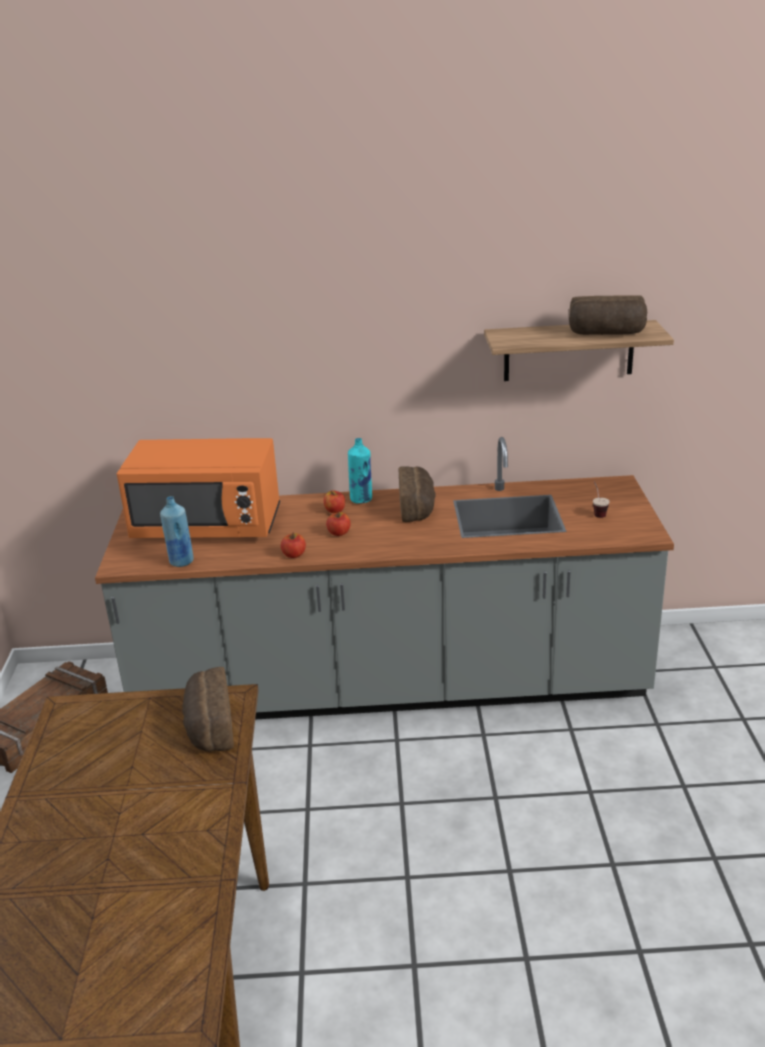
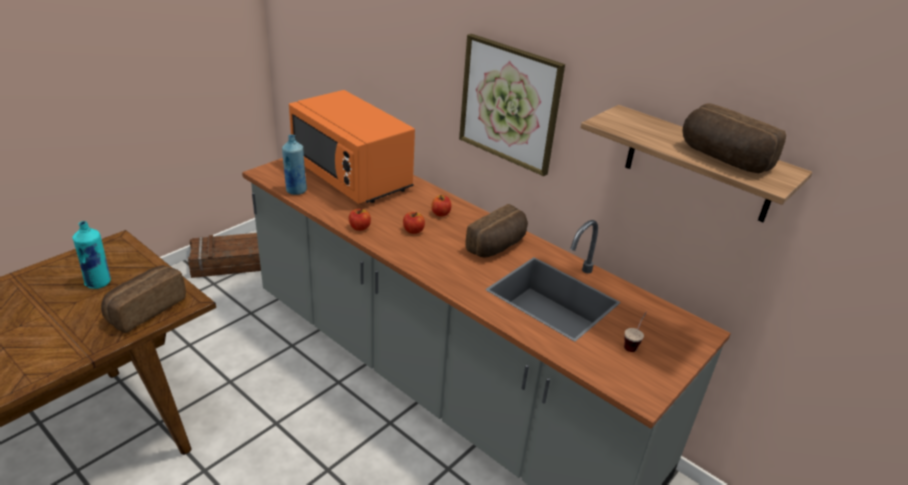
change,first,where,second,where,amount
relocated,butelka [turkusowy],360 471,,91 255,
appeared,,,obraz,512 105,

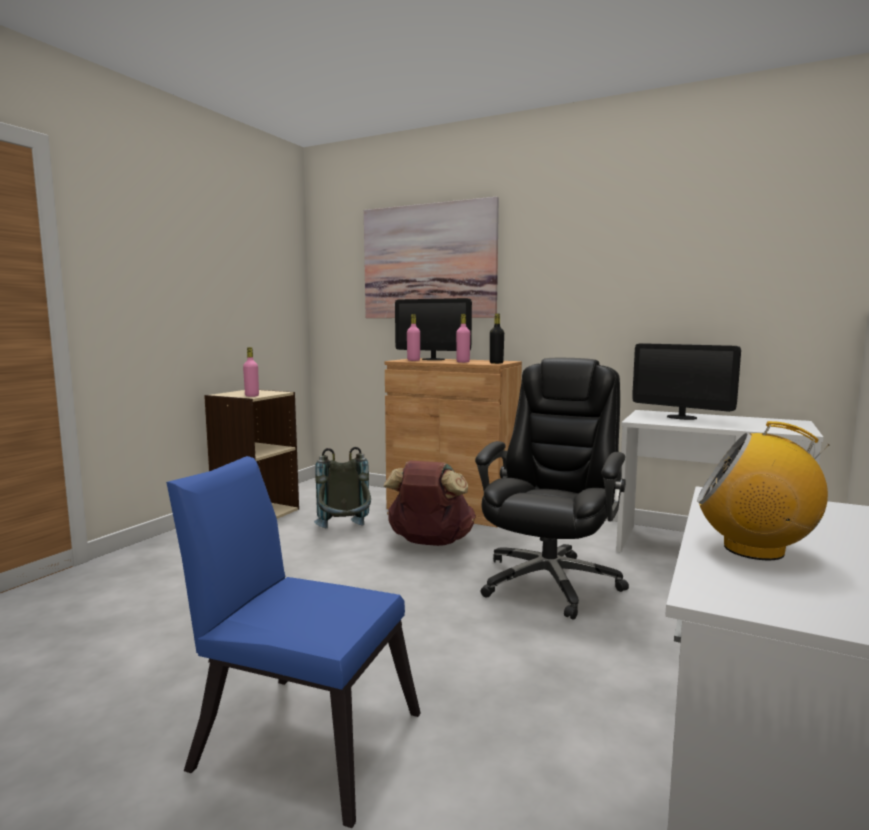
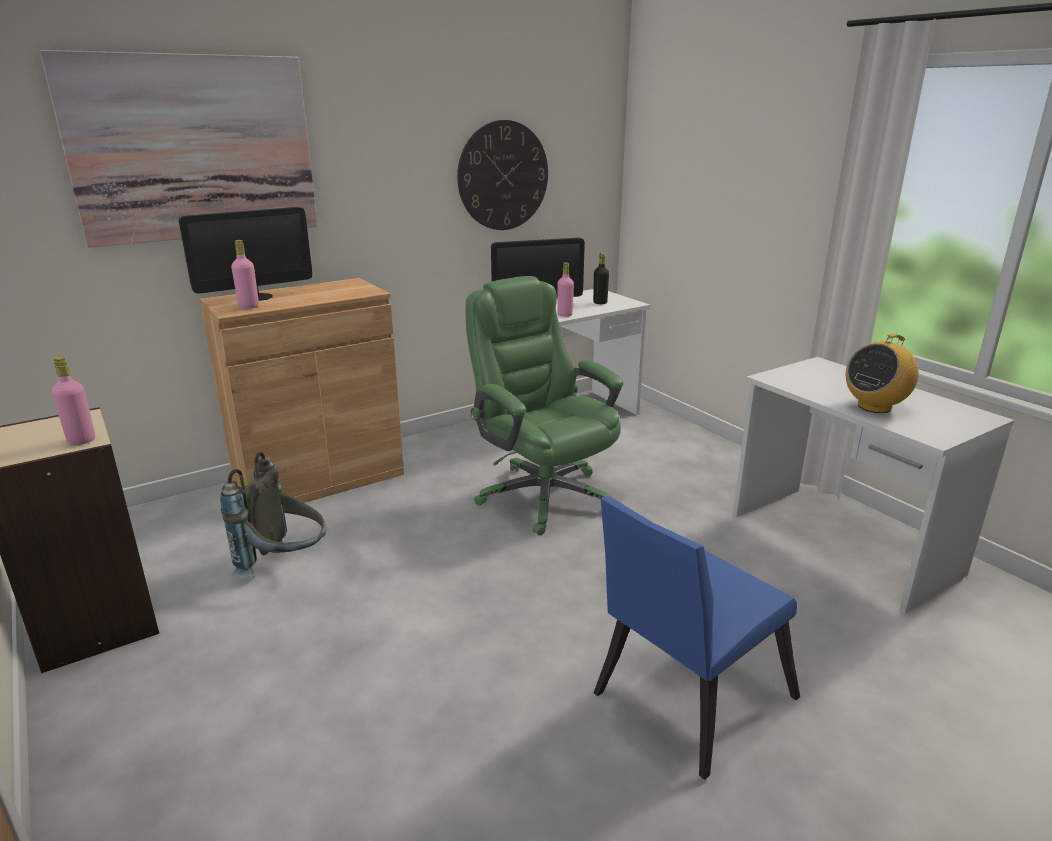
change,first,where,second,where,amount
appeared,,,zegar ścienny,502 175,
colour,krzesło biurowe [czarny],552 489,krzesło biurowe [zielony],544 406,
relocated,butelka [różowy],463 338,,565 289,
relocated,butelka [czarny],497 339,,601 278,
missing,plecak [brązowy],430 503,,,

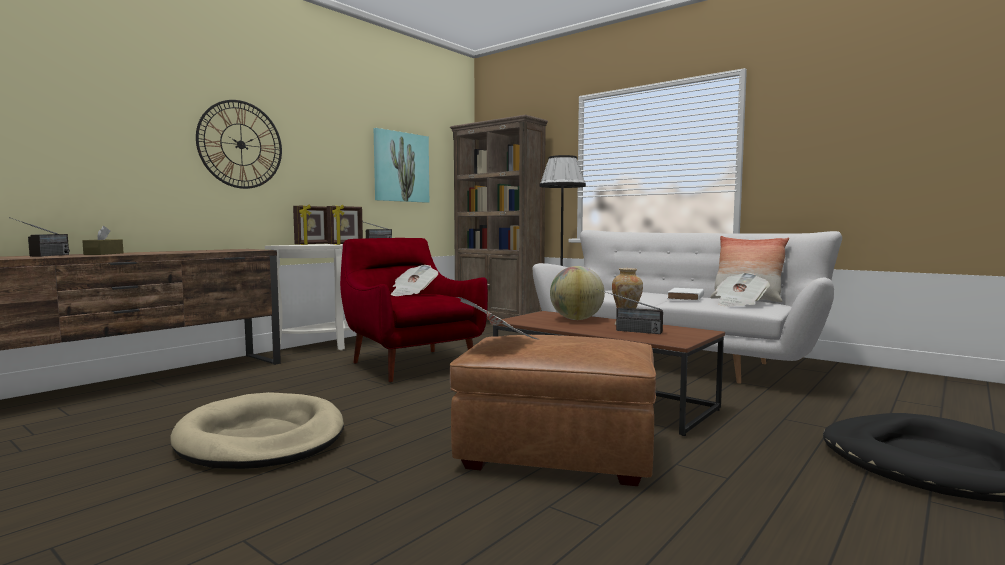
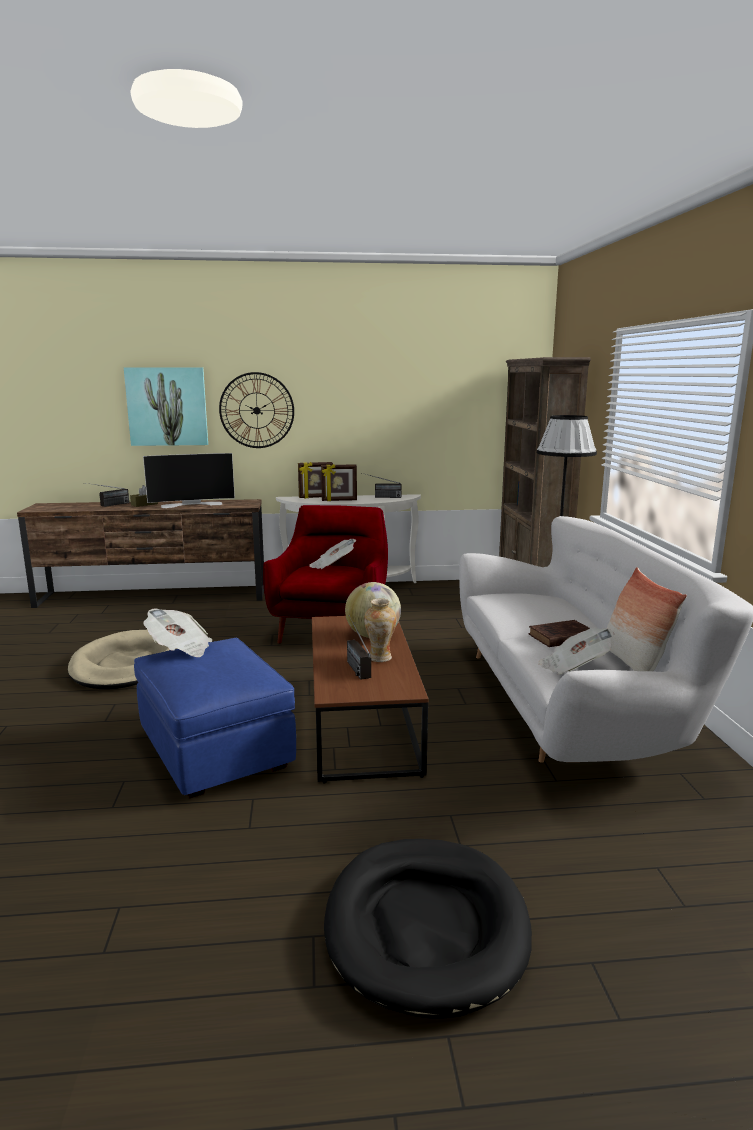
change,first,where,second,where,amount
relocated,obraz,401 165,,166 406,
colour,pufa [brązowy],553 410,pufa [niebieski],215 718,
appeared,,,telewizor,189 480,
colour,książka [biały],685 294,książka [brązowy],559 633,

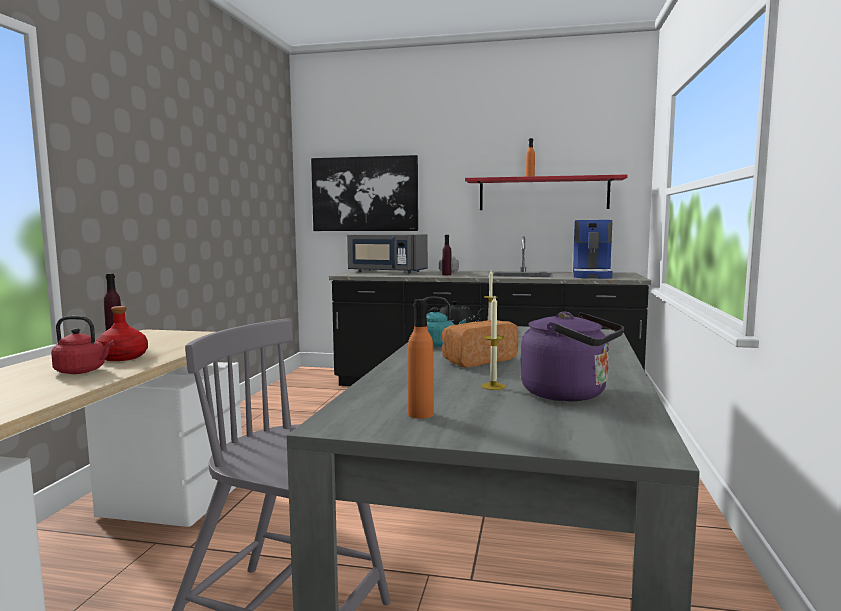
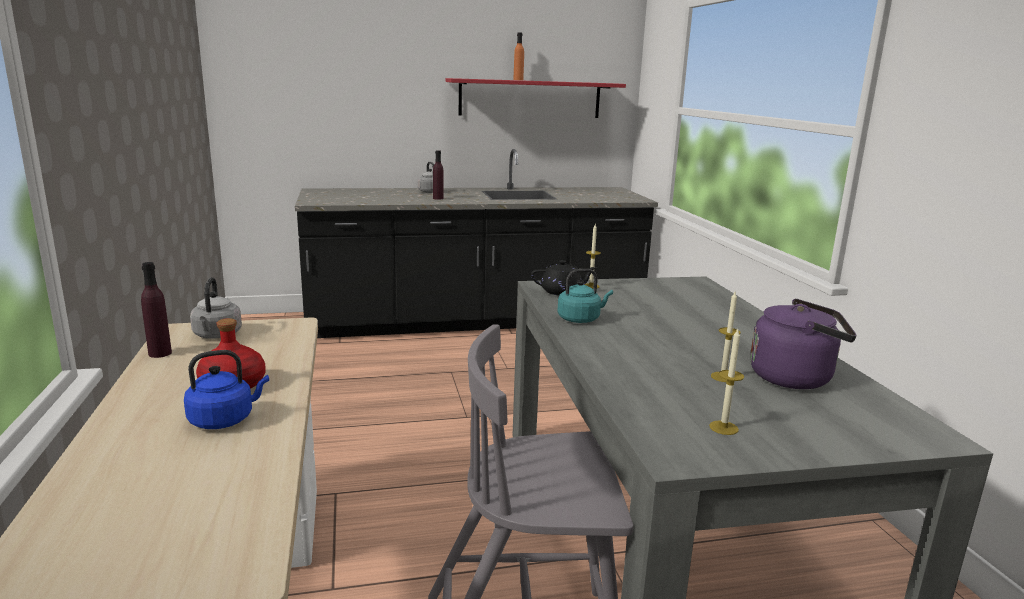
change,first,where,second,where,amount
colour,czajnik [czerwony],82 345,czajnik [niebieski],226 389,
appeared,,,czajnik [szary],216 308,
exchanged,butelka [pomarańczowy],421 359,świeca,726 382,
missing,obraz,364 193,,,
missing,mikrofalówka [szary],387 254,,,
missing,chleb,480 343,,,
missing,ekspres do kawy,592 249,,,

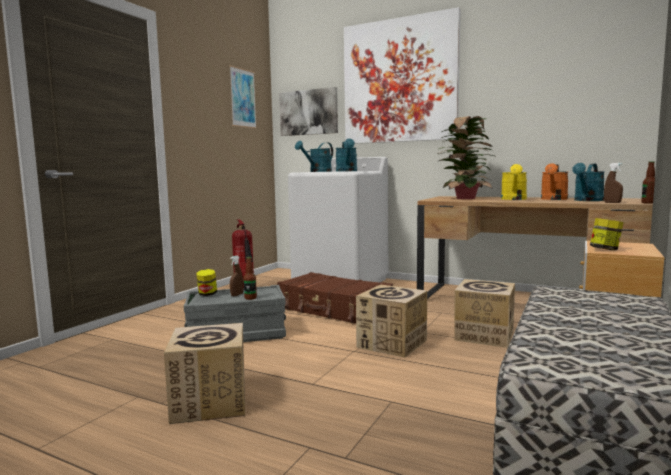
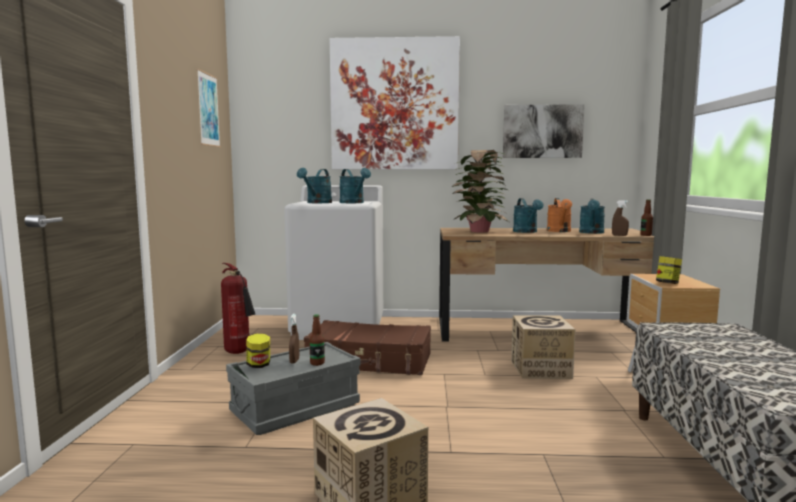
change,first,where,second,where,amount
relocated,obraz,308 111,,544 131,
colour,konewka [żółty],514 182,konewka [turkusowy],528 215,
missing,karton,391 321,,,

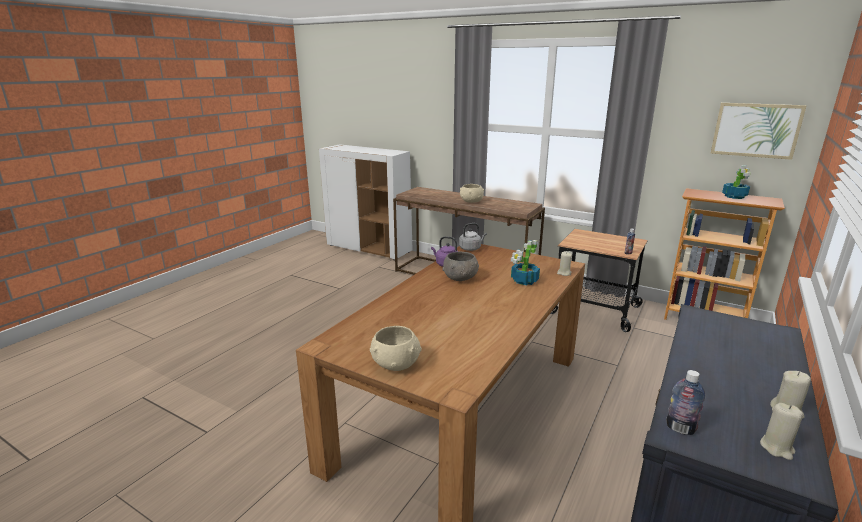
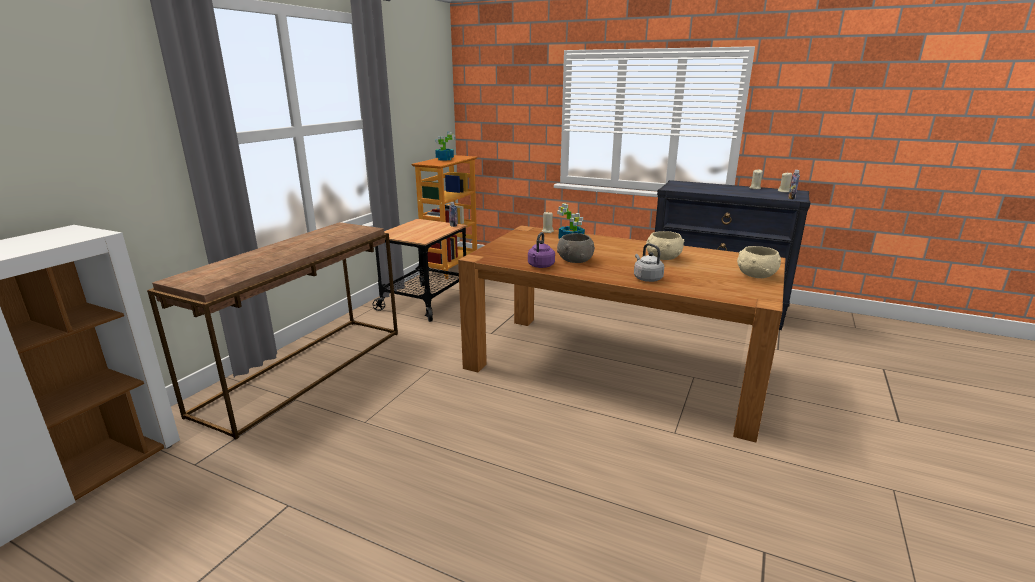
change,first,where,second,where,amount
relocated,czajnik [szary],473 237,,649 262,
relocated,miska [beżowy],472 193,,665 245,
missing,obraz,758 131,,,

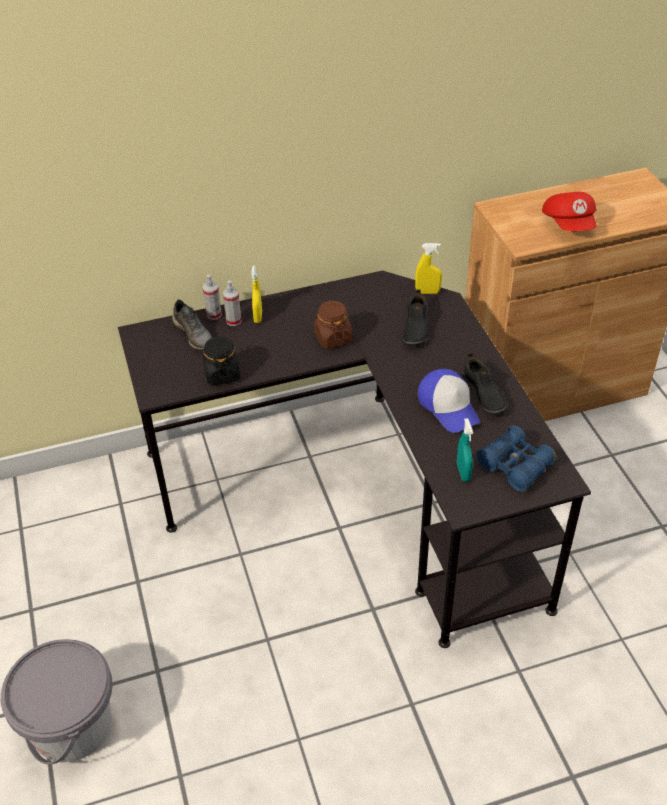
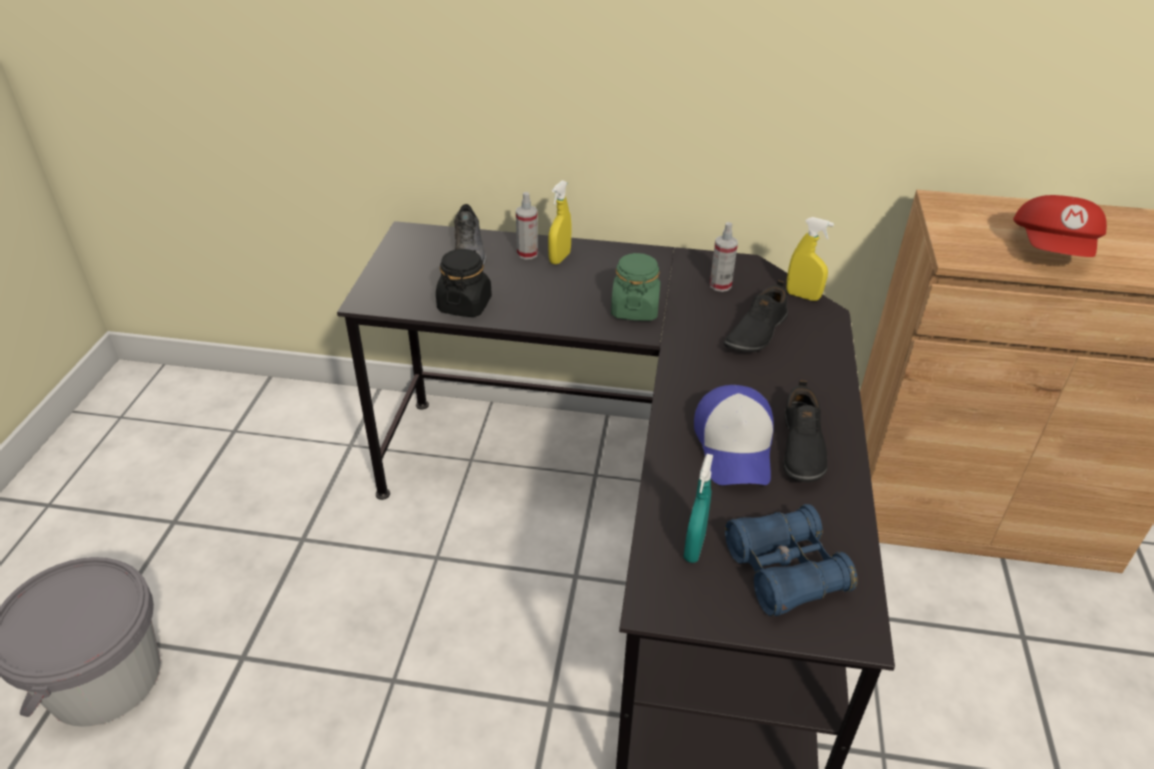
change,first,where,second,where,amount
colour,słoik [brązowy],333 324,słoik [zielony],636 287,
relocated,spryskiwacz,212 297,,724 257,

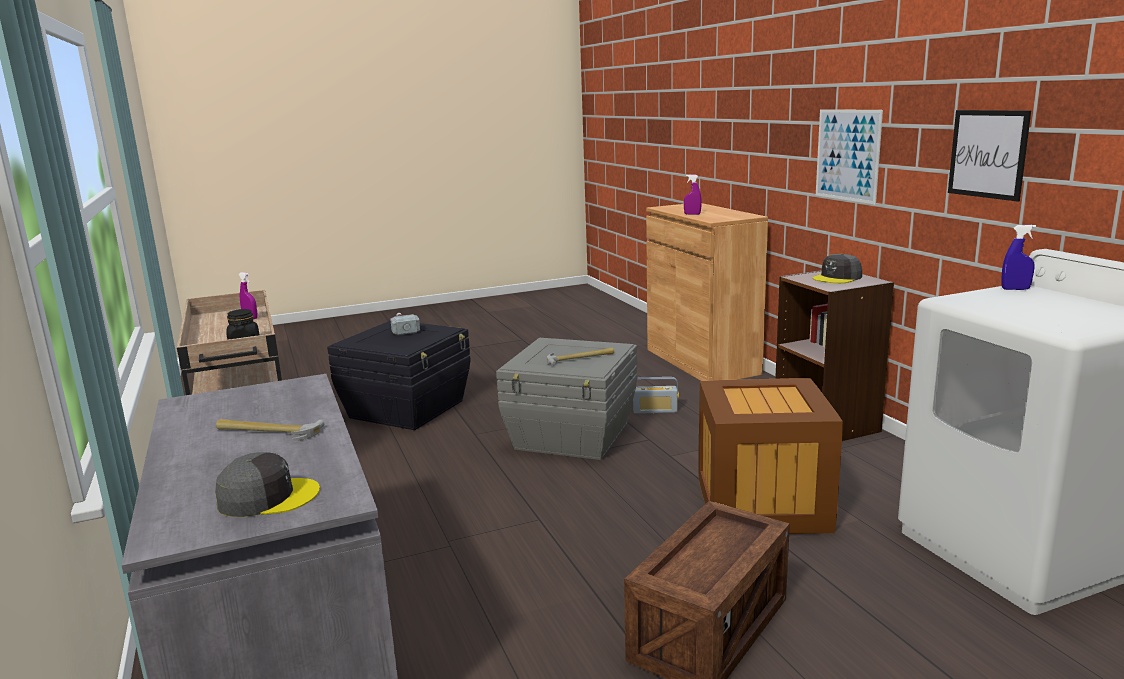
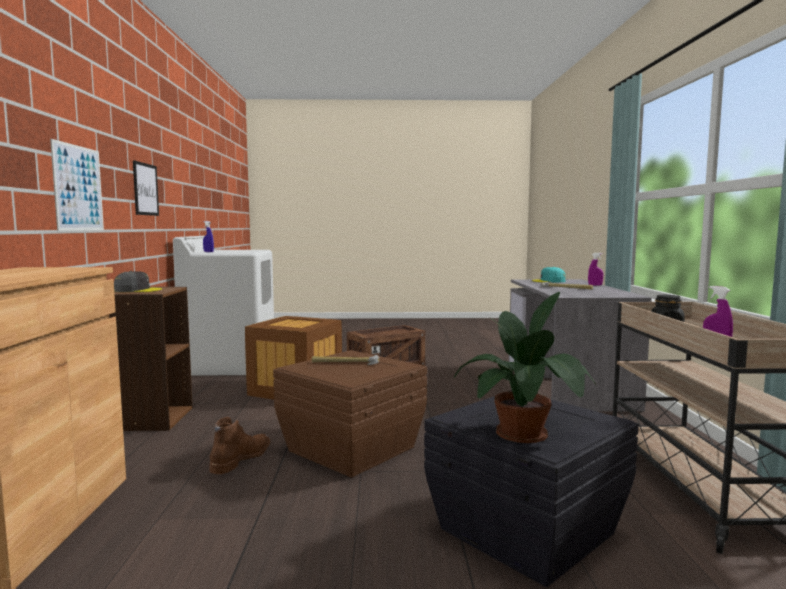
change,first,where,second,where,amount
exchanged,radio,656 395,but z cholewką [brązowy],239 445,
colour,pojemnik do przechowywania [szary],566 399,pojemnik do przechowywania [brązowy],350 414,
exchanged,młotek,405 324,roślina doniczkowa,525 367,
colour,czapka z daszkiem [szary],267 484,czapka z daszkiem [turkusowy],549 274,
relocated,spryskiwacz [fioletowy],693 194,,595 269,

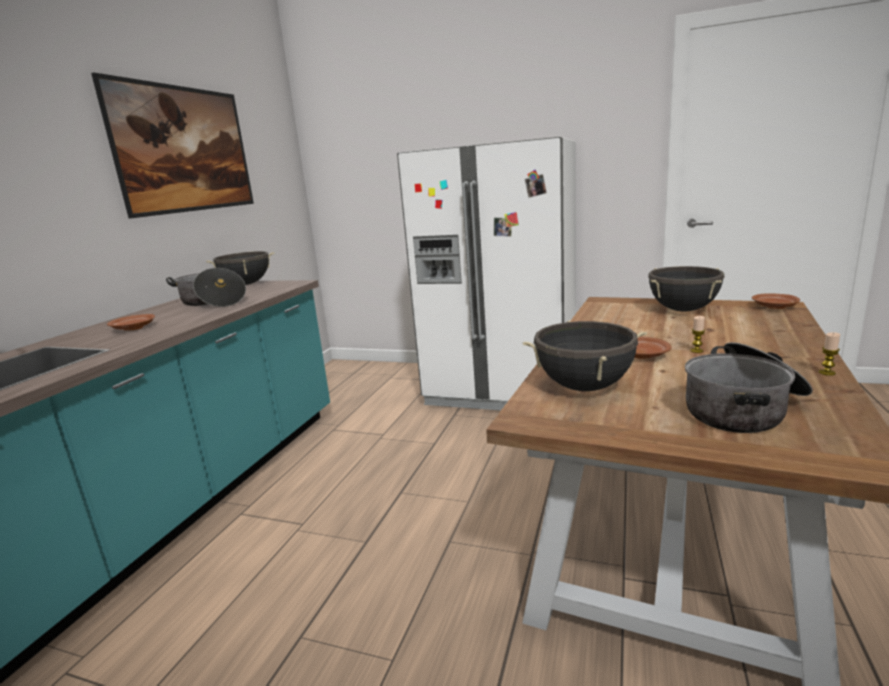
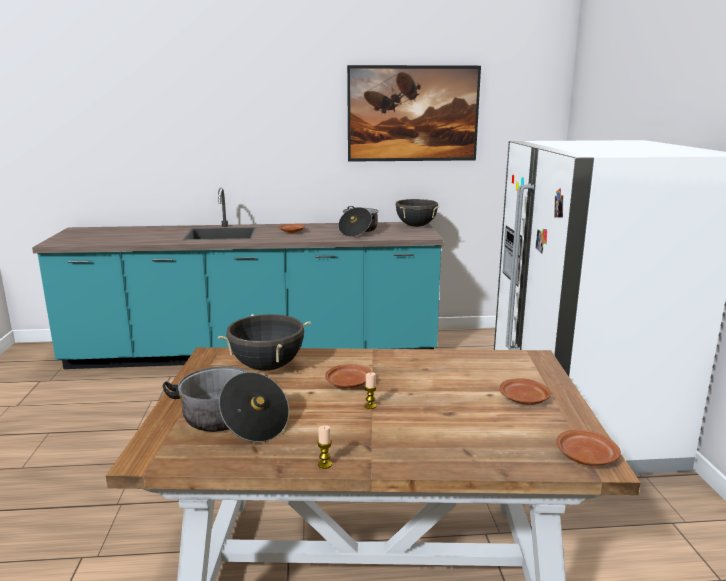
change,first,where,second,where,amount
exchanged,garnek [czarny],686 288,talerz [brązowy],525 391,

